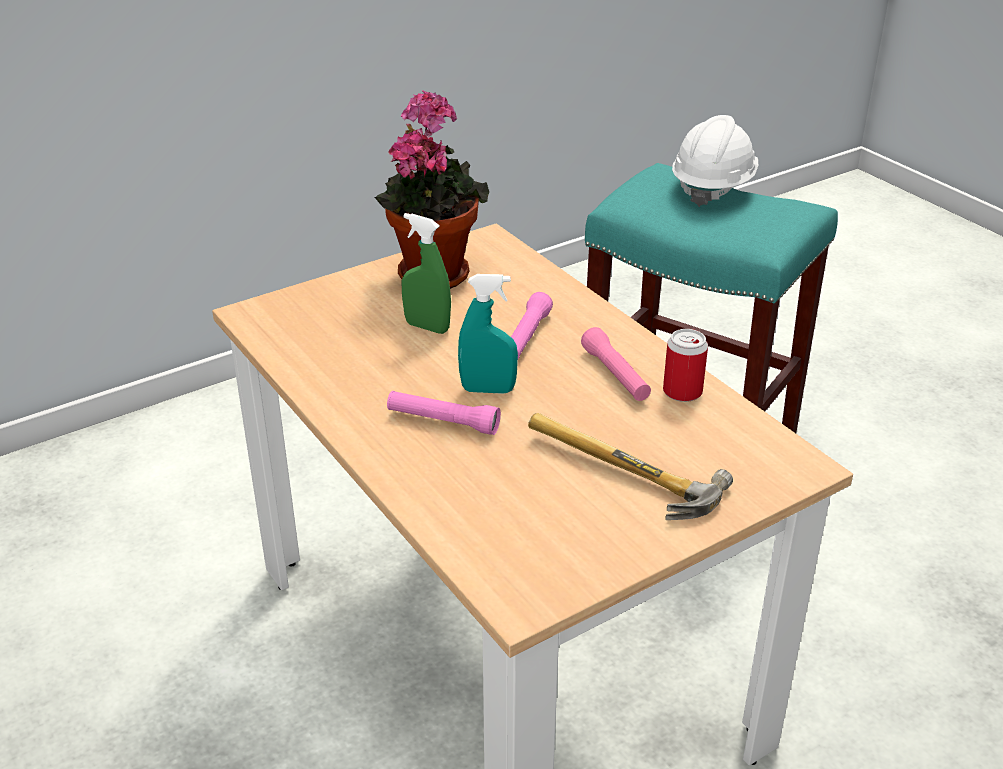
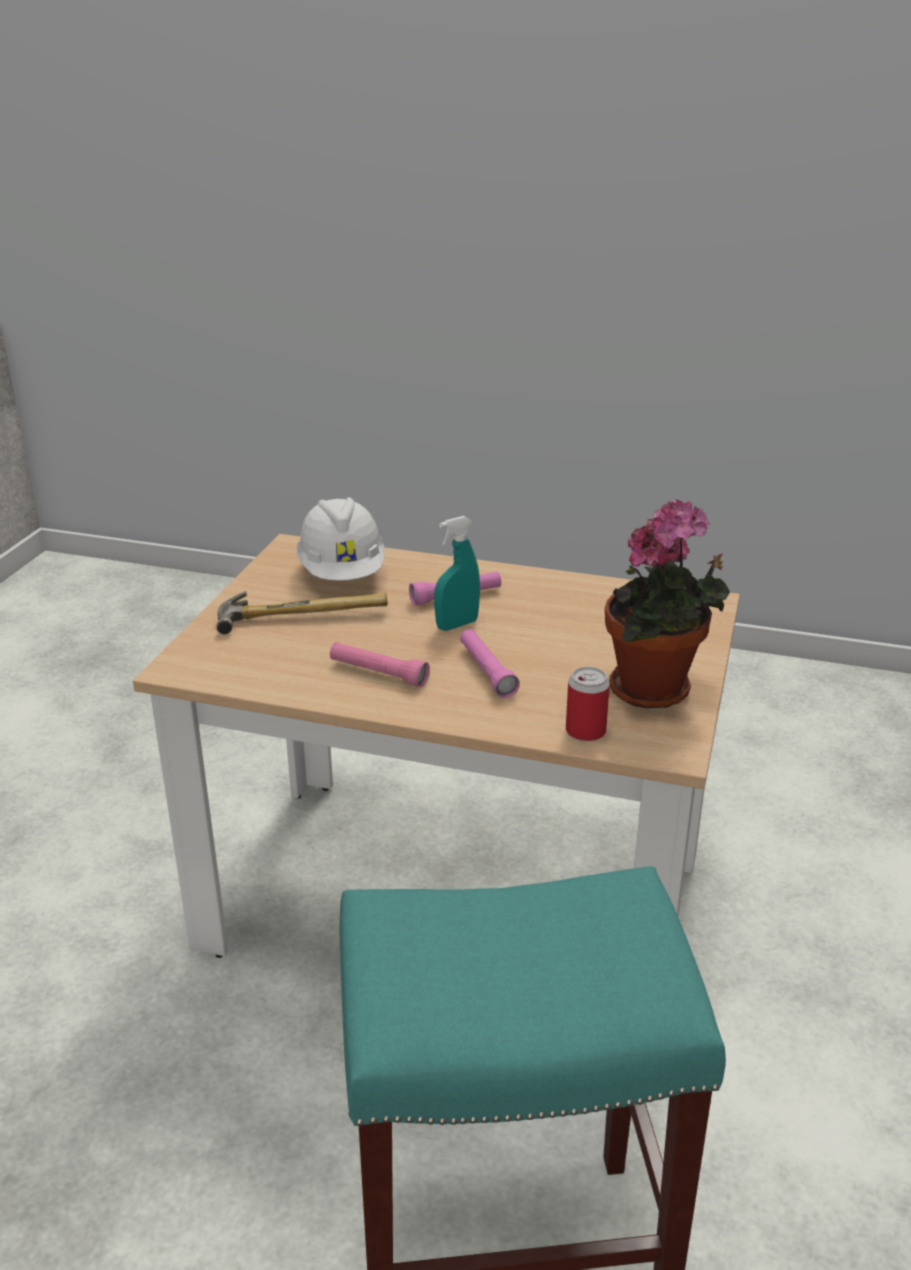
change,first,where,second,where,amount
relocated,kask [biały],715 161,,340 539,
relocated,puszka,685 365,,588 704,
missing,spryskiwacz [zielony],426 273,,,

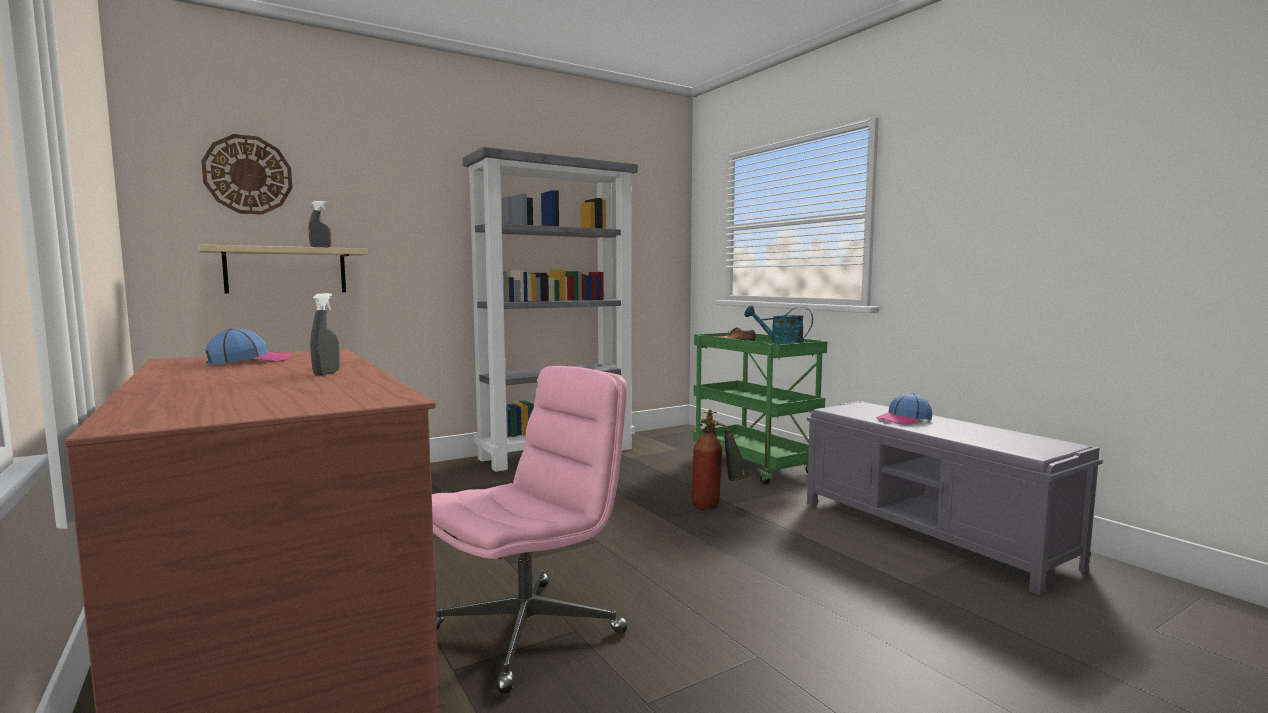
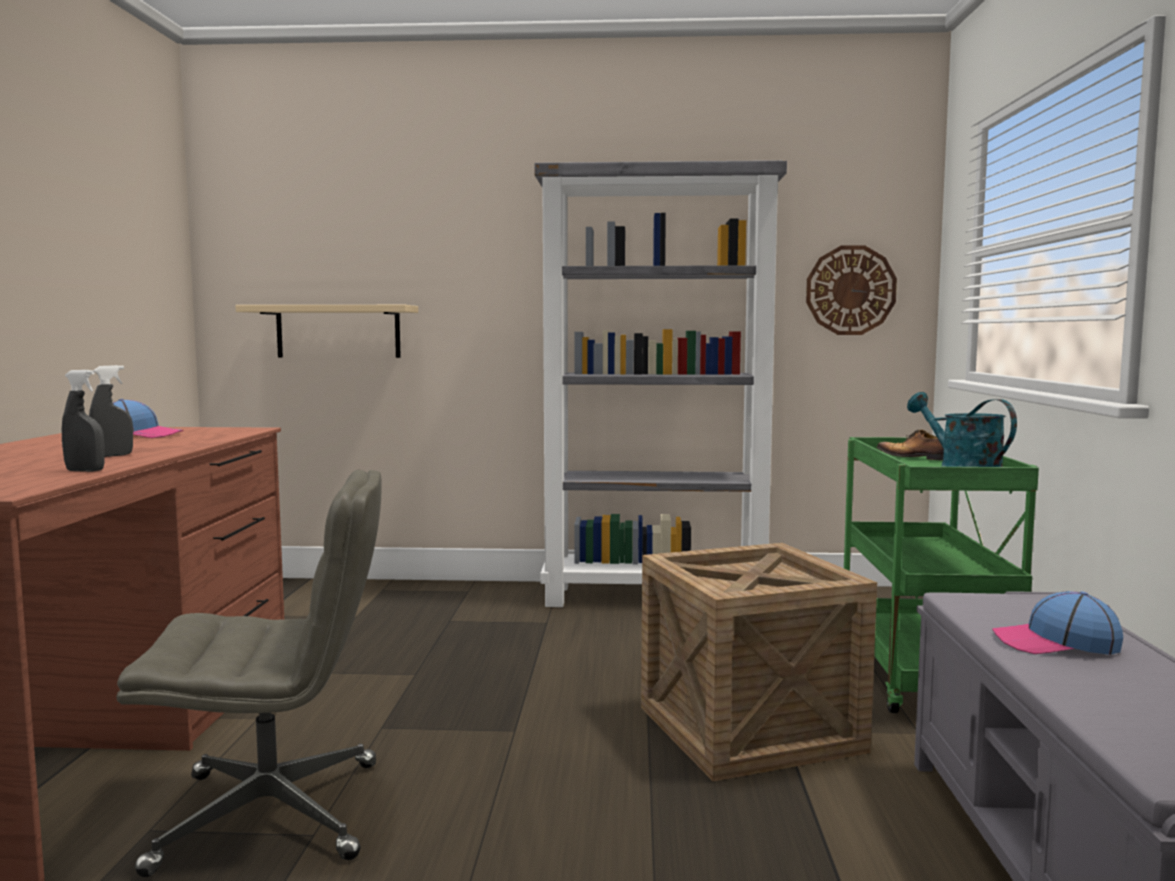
change,first,where,second,where,amount
relocated,spryskiwacz [szary],320 224,,83 421,
colour,krzesło biurowe [różowy],530 530,krzesło biurowe [szary],249 673,
exchanged,gaśnica,720 459,skrzynka,759 662,
relocated,zegar ścienny,246 174,,851 290,

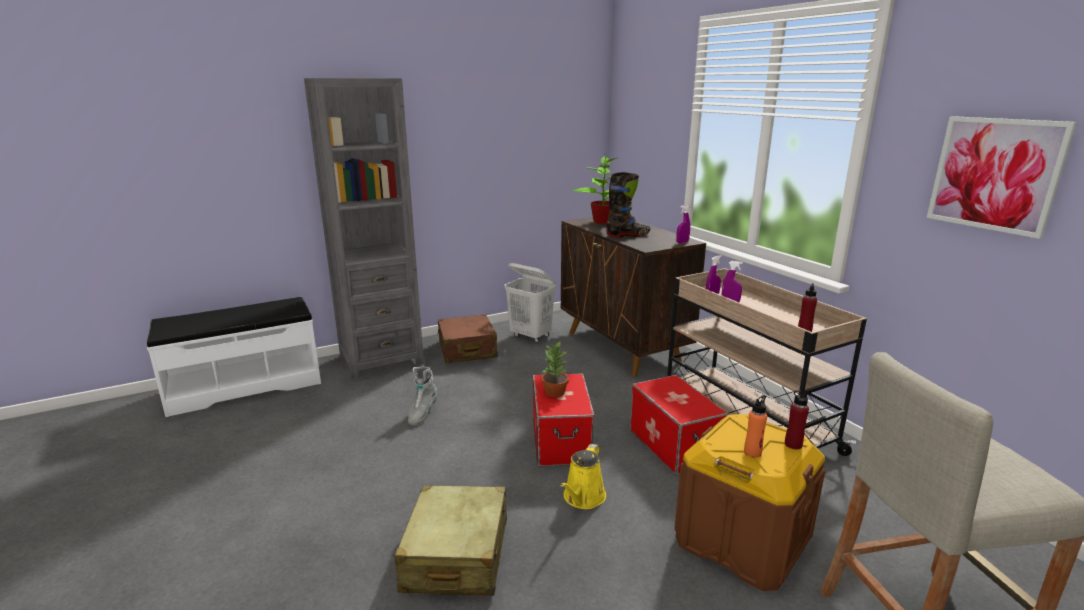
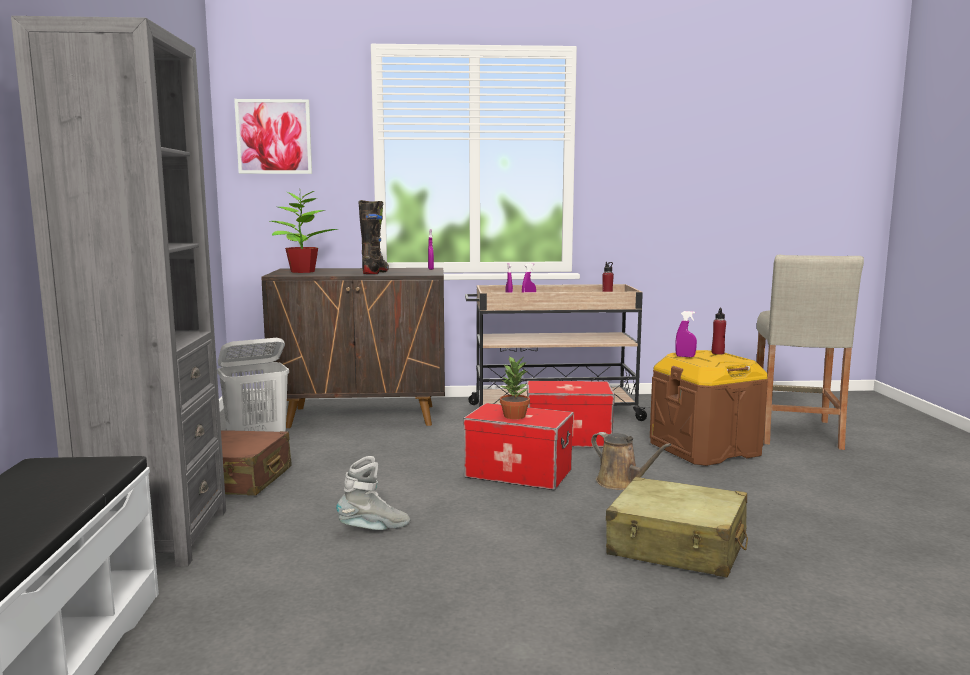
change,first,where,second,where,amount
relocated,obraz,1002 177,,273 136,
spun,but z cholewką [szary],422 396,,373 493,60 degrees counterclockwise
colour,konewka [żółty],583 476,konewka [brązowy],631 461,
appeared,,,spryskiwacz [fioletowy],686 334,
missing,butelka [pomarańczowy],755 426,,,

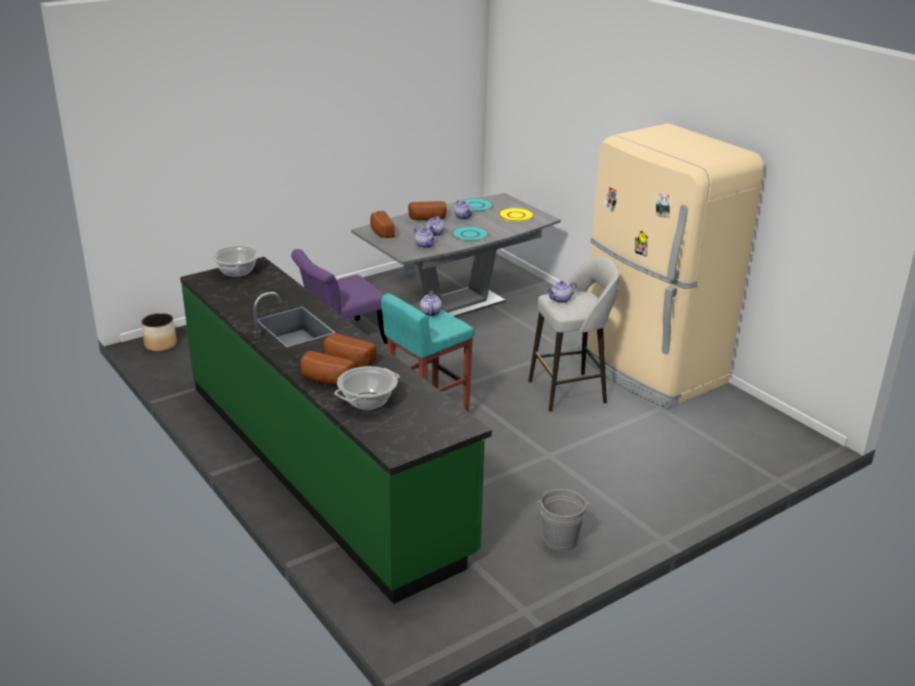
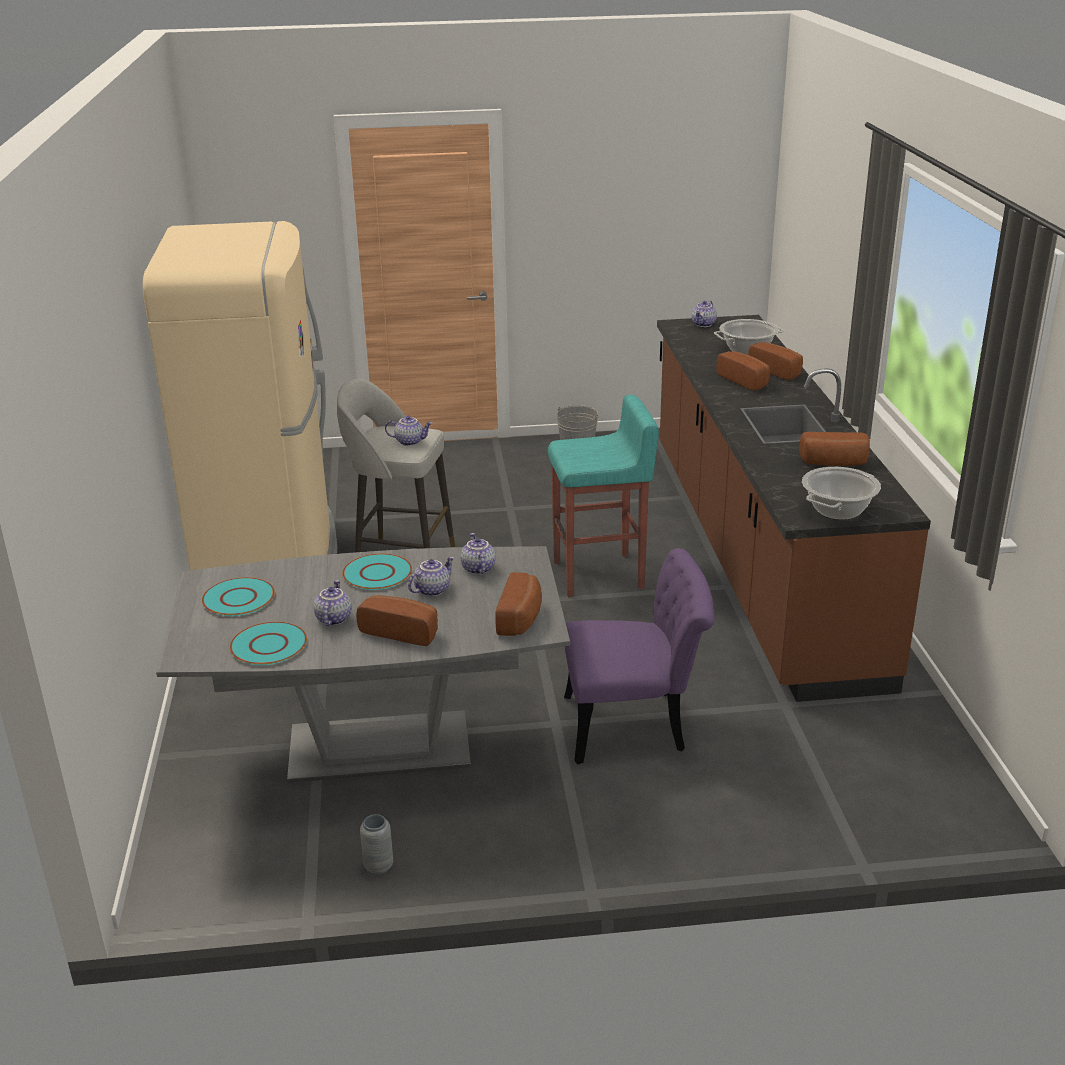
change,first,where,second,where,amount
colour,talerz [żółty],516 215,talerz [turkusowy],238 596,
colour,zabudowa kuchenna [zielony],336 430,zabudowa kuchenna [brązowy],794 508,
relocated,imbryk,431 303,,704 314,
appeared,,,chleb,834 449,
missing,donica,159 332,,,

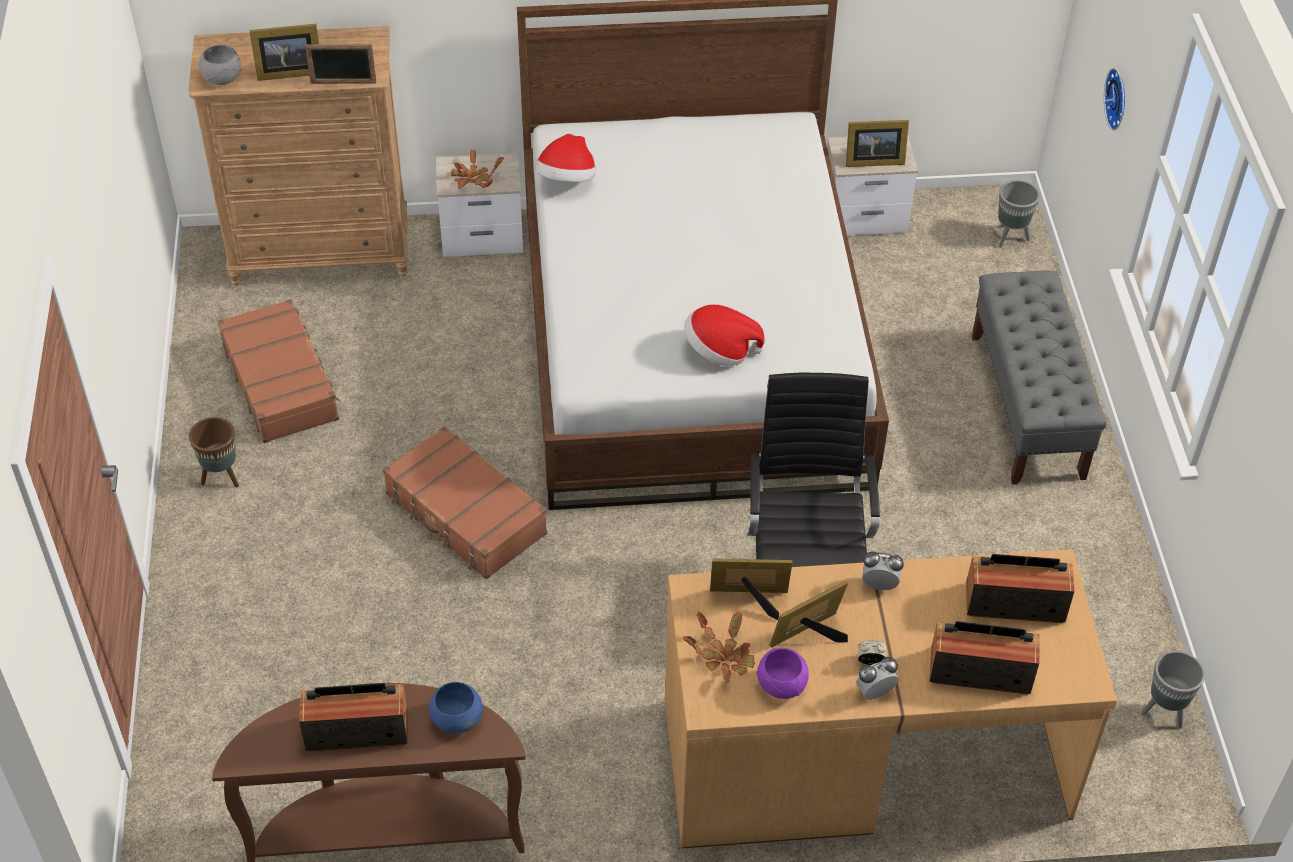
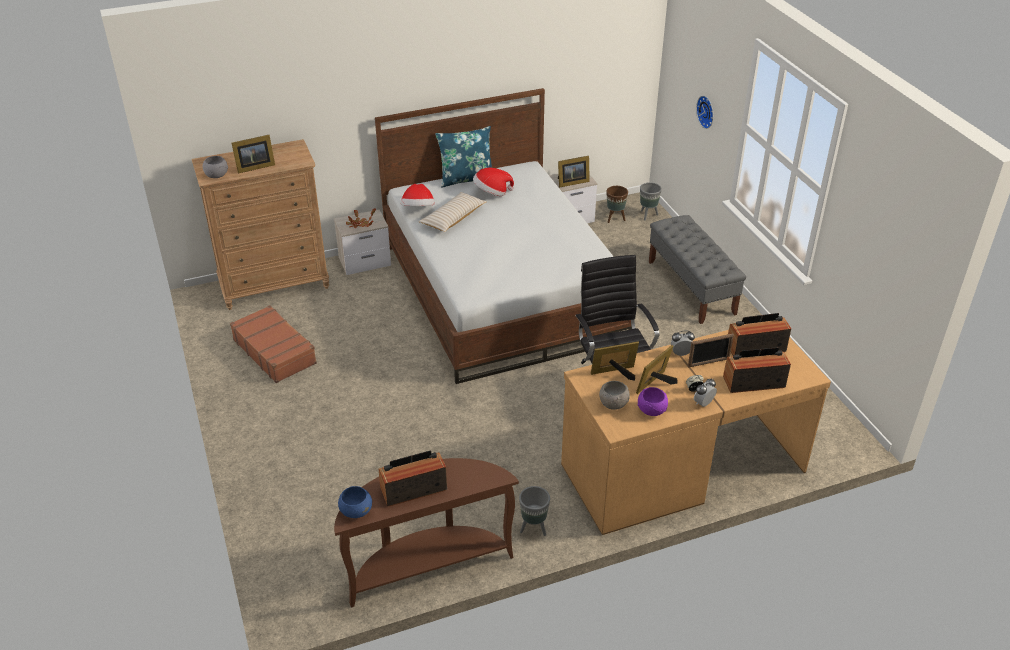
change,first,where,second,where,amount
relocated,miska [niebieski],456 707,,355 502,
appeared,,,poduszka [beżowy],453 212,
appeared,,,poduszka [niebieski],463 157,
relocated,kapelusz,724 335,,493 182,
relocated,donica [szary],1173 690,,534 511,
exchanged,roślina doniczkowa,719 647,miska [szary],614 395,
relocated,donica [brązowy],214 452,,617 204,
relocated,ramka na zdjęcie,340 64,,711 350,
missing,walizka [brązowy],465 502,,,

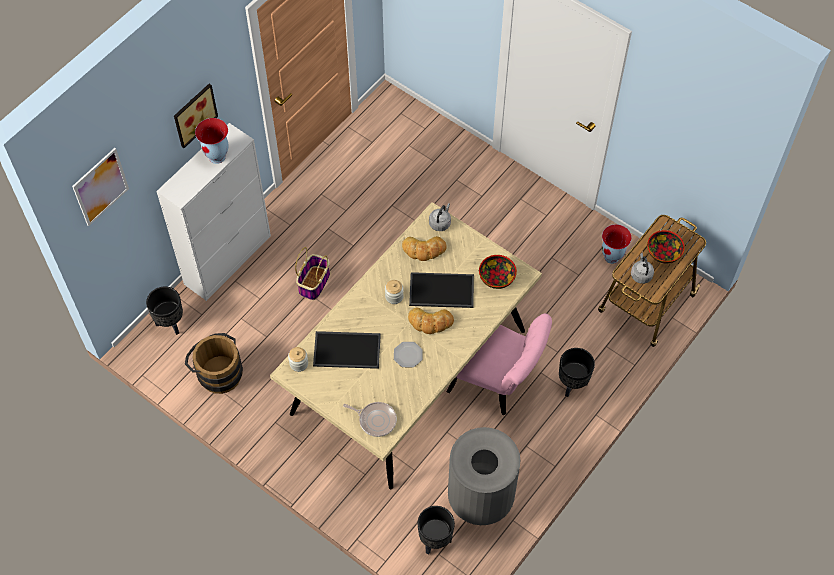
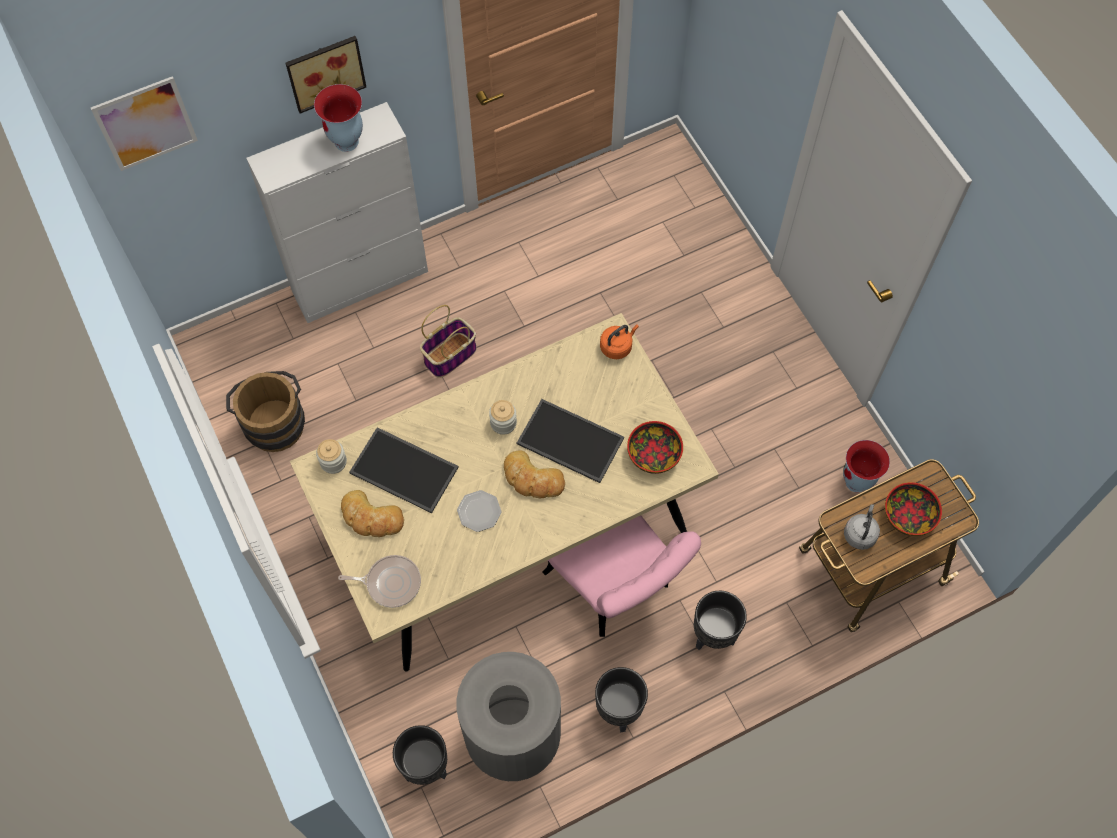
change,first,where,second,where,amount
spun,patelnia,370 419,,379 581,45 degrees counterclockwise
relocated,chleb,424 248,,372 513,
relocated,donica [czarny],164 311,,621 699,
colour,czajnik [szary],440 217,czajnik [pomarańczowy],619 341,

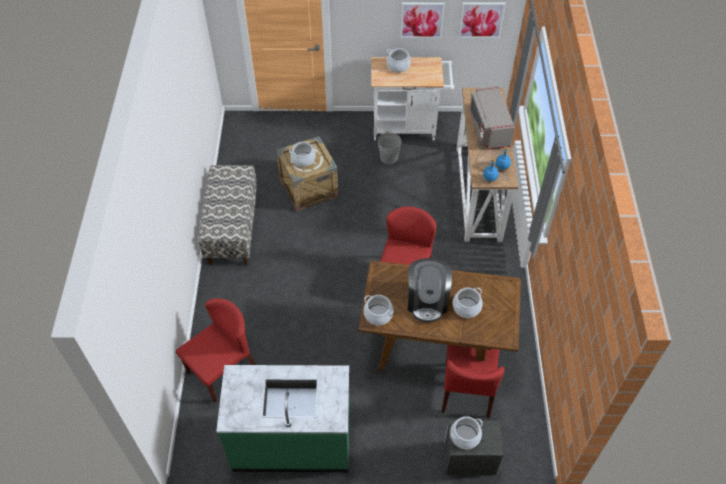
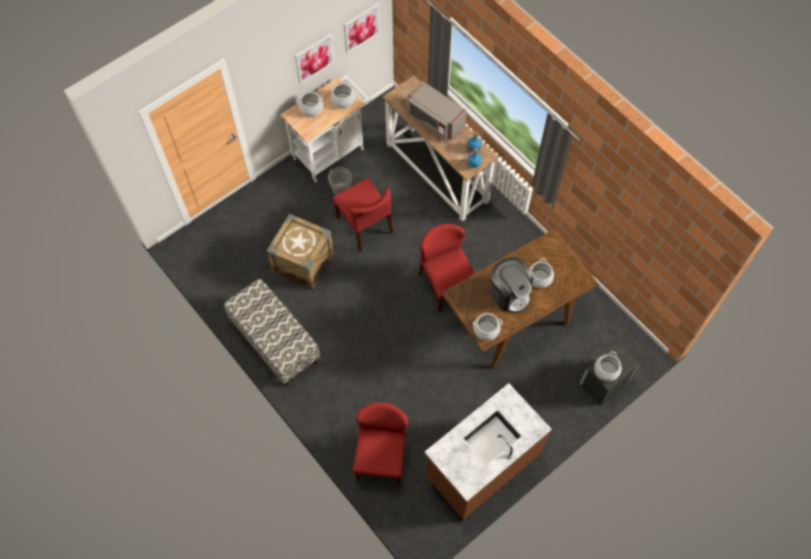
change,first,where,second,where,amount
relocated,garnek,302 154,,343 95,
relocated,krzesło [czerwony],473 381,,363 215,
colour,zabudowa kuchenna [zielony],283 418,zabudowa kuchenna [brązowy],488 452,

